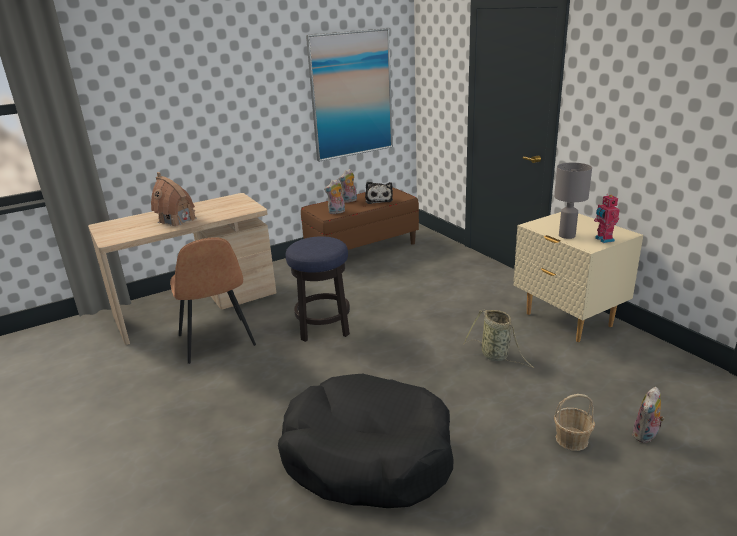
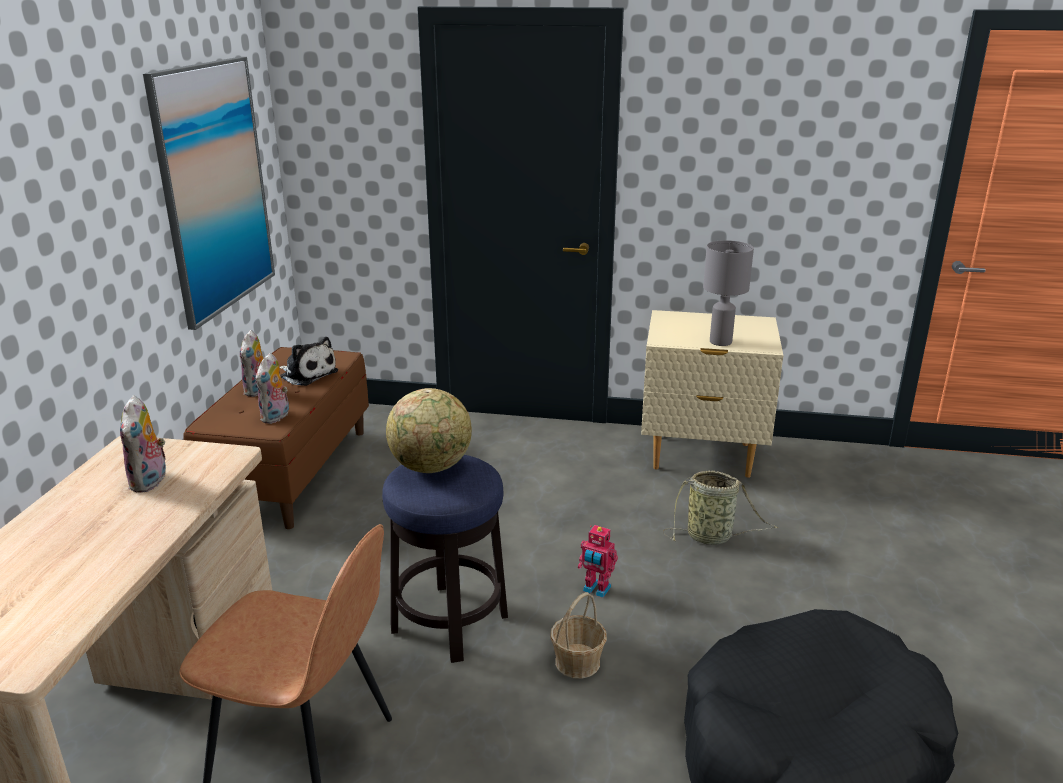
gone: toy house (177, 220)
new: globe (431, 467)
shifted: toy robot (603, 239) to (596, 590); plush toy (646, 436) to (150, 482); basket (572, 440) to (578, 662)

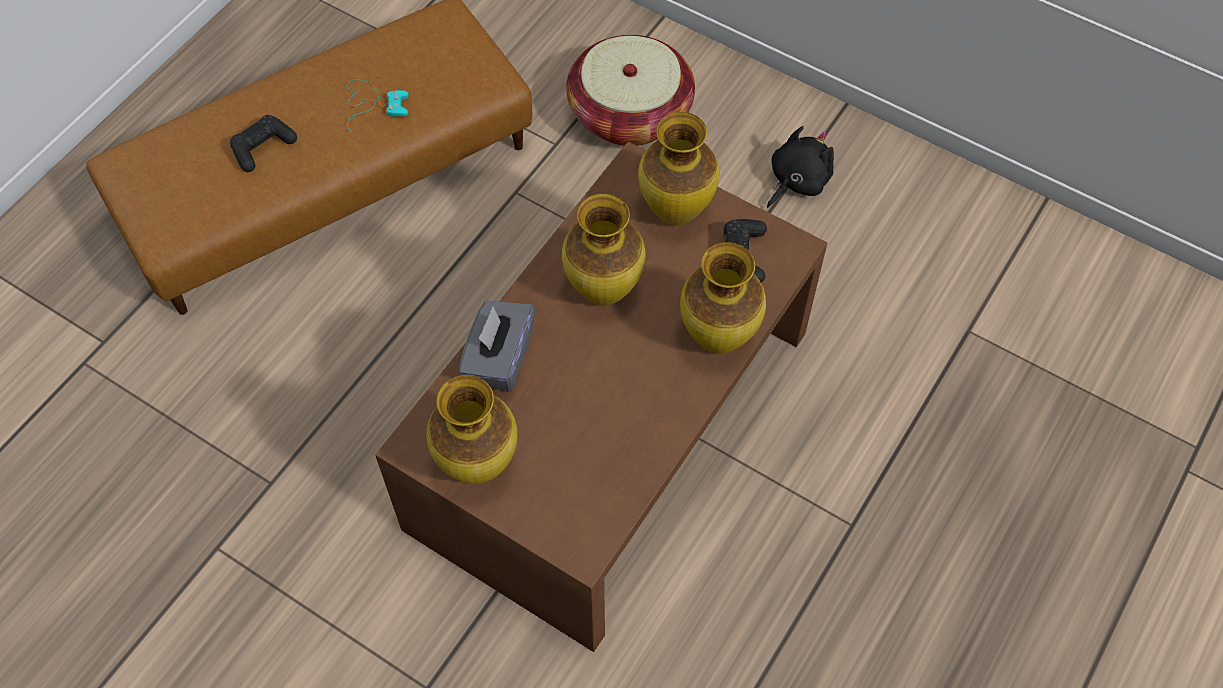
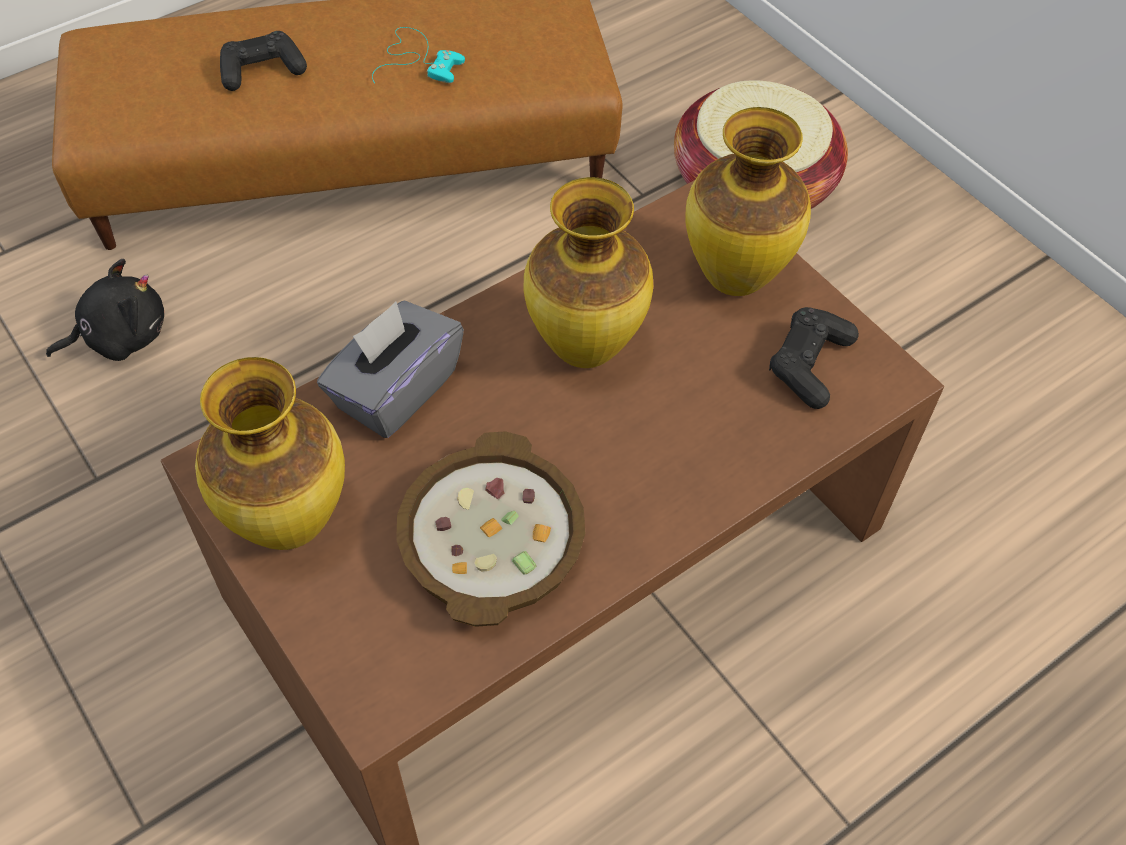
gone: vase (719, 338)
new: bowl (489, 542)
shifted: plush toy (black) (797, 181) to (120, 336)

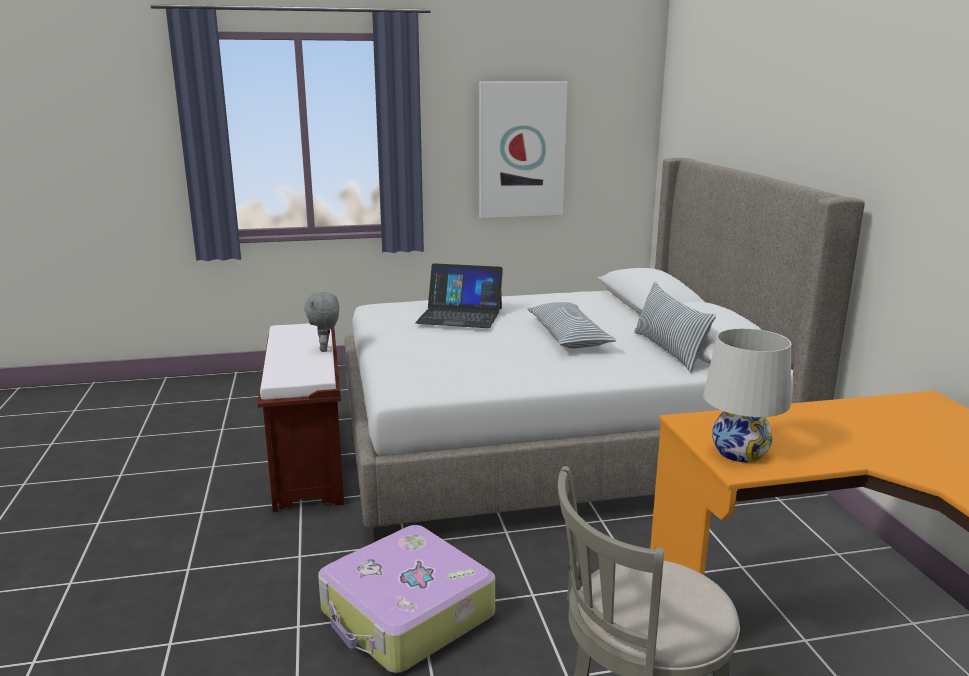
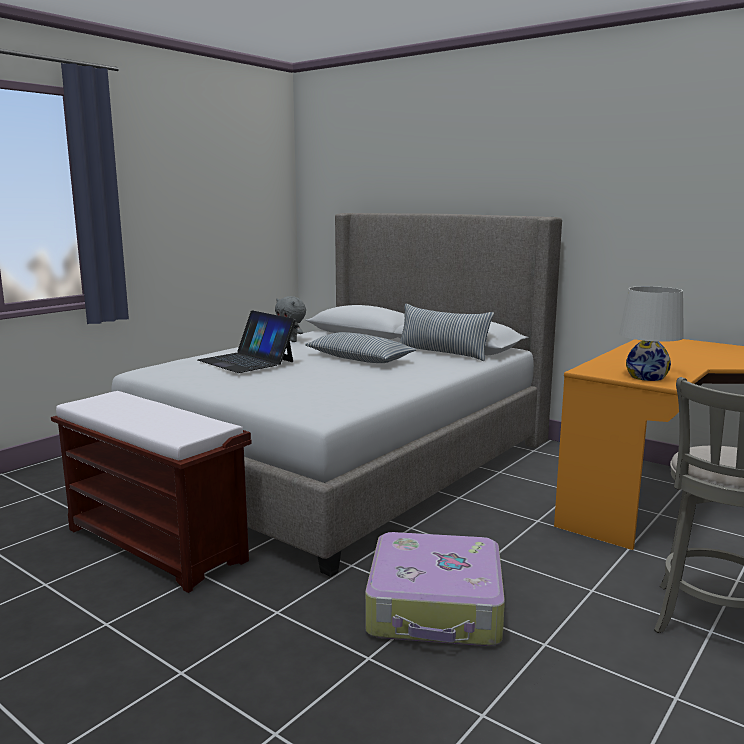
gone: picture (521, 150)
shifted: plush toy (grey) (325, 349) to (291, 341)
rotated: laptop (460, 315) = (246, 361) 75 degrees clockwise

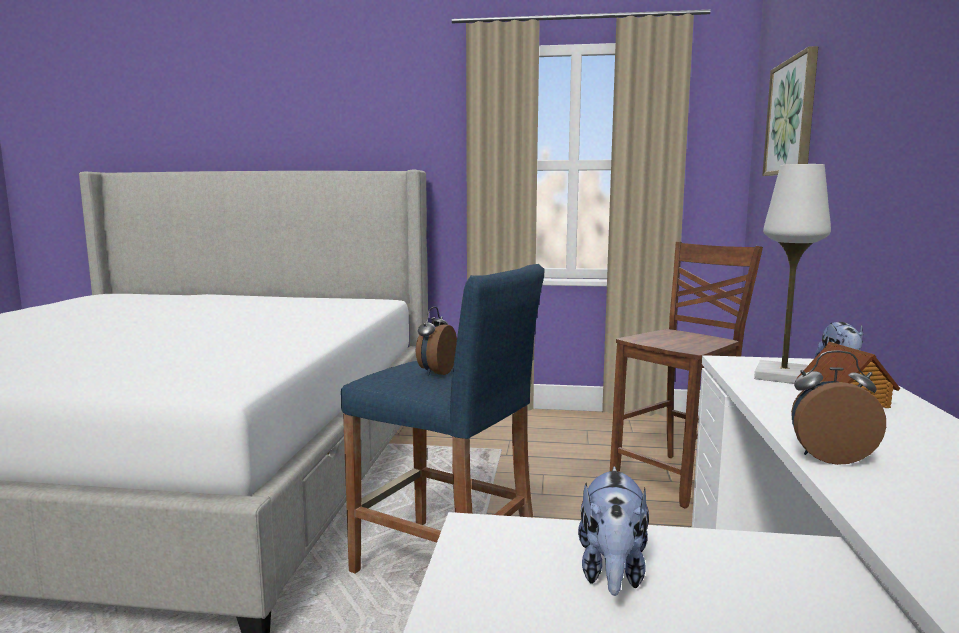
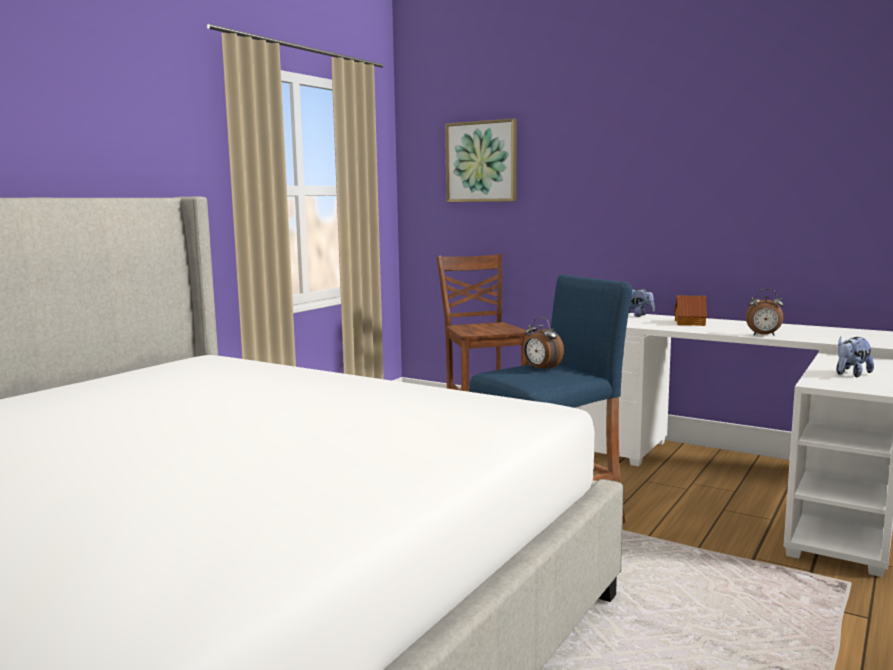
gone: table lamp (white) (783, 376)
rotated: alarm clock (828, 456) = (763, 335) 105 degrees counterclockwise; plush toy (612, 572) = (851, 374) 105 degrees clockwise

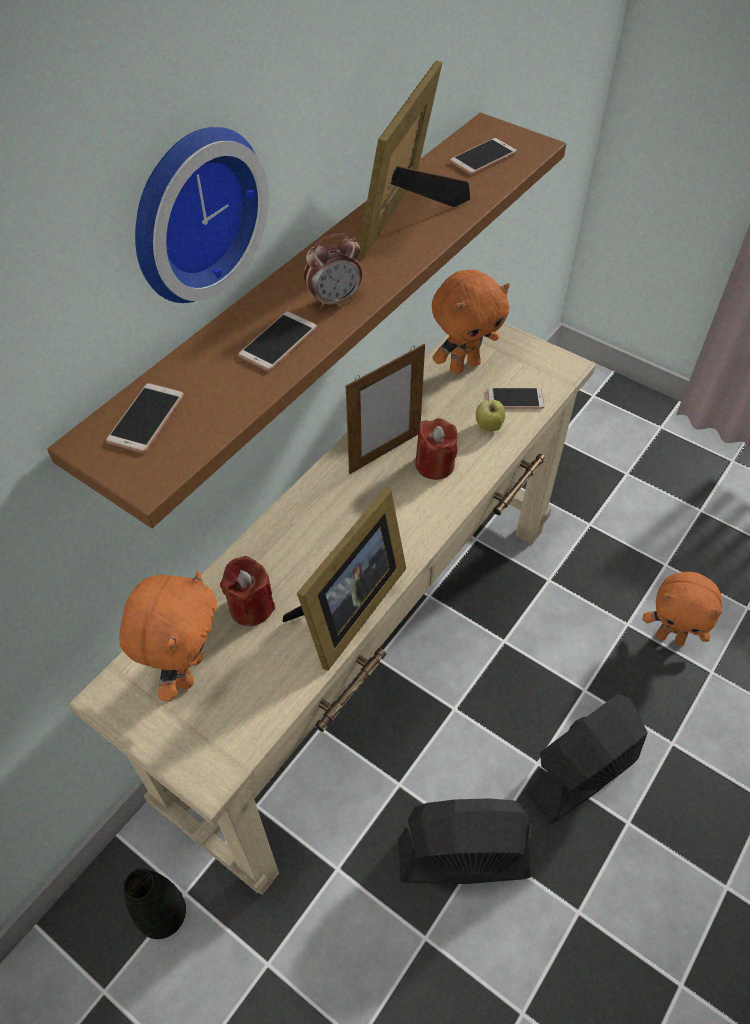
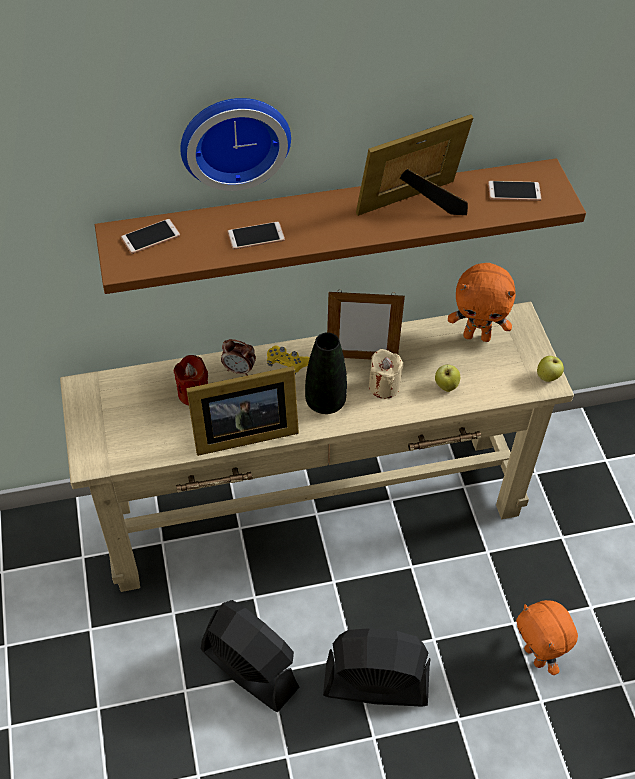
gone: phone (515, 399); plush toy (orange) (187, 670)
new: game controller (yellow) (287, 364); apple (548, 377)
shifted: alarm clock (334, 300) to (239, 370); vase (black) (163, 915) to (325, 402)
repainted: candle (red) (434, 465) to candle (beige) (384, 386)

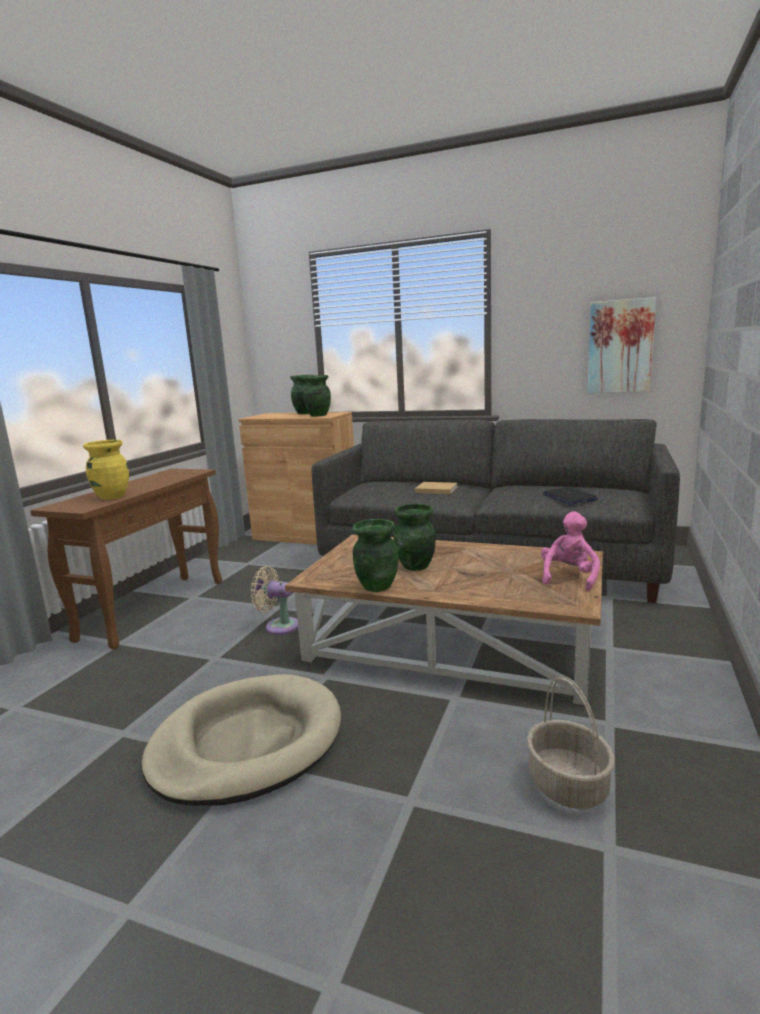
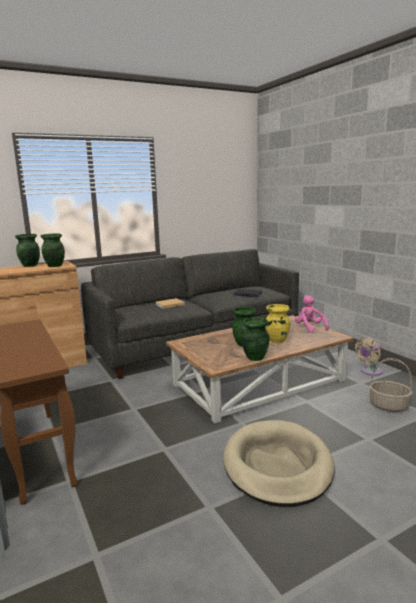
gone: picture (620, 346)
shifted: vase (yellow) (112, 497) to (277, 340); fan (beige) (279, 626) to (369, 372)

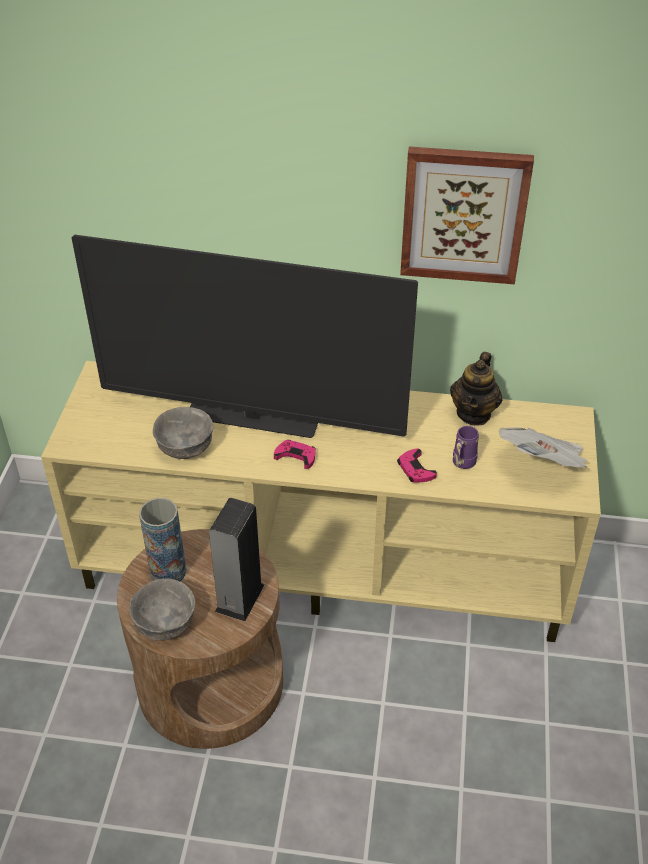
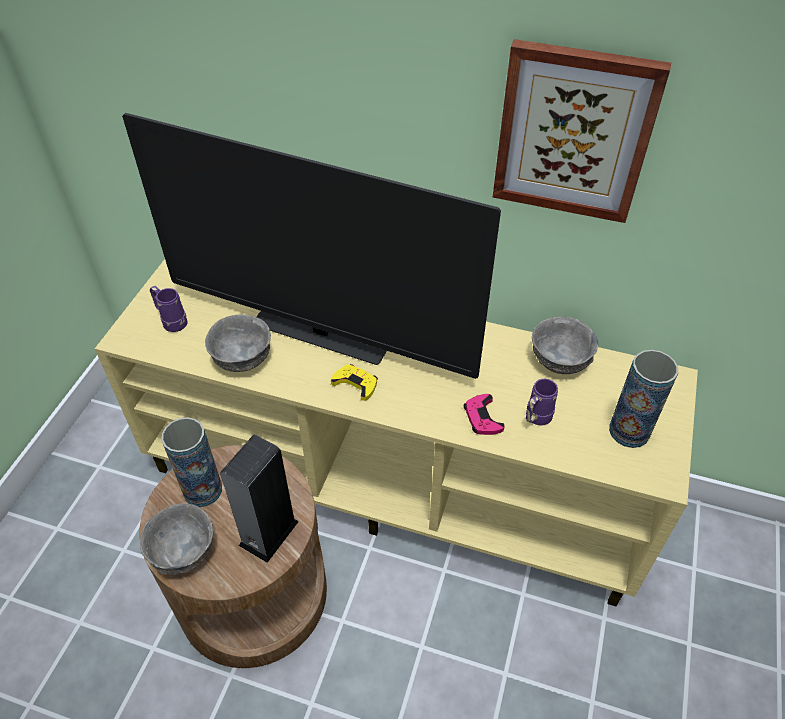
new: mug (purple) (172, 321)
swapped: teapot (474, 413) to bowl (grey) (560, 359); newspaper (543, 463) to vase (629, 431)
repainted: game controller (pink) (296, 456) to game controller (yellow) (355, 384)

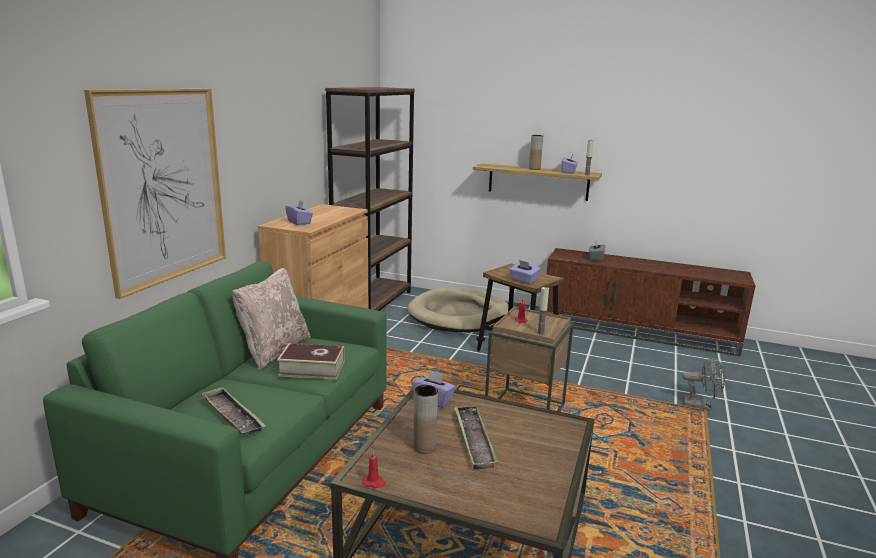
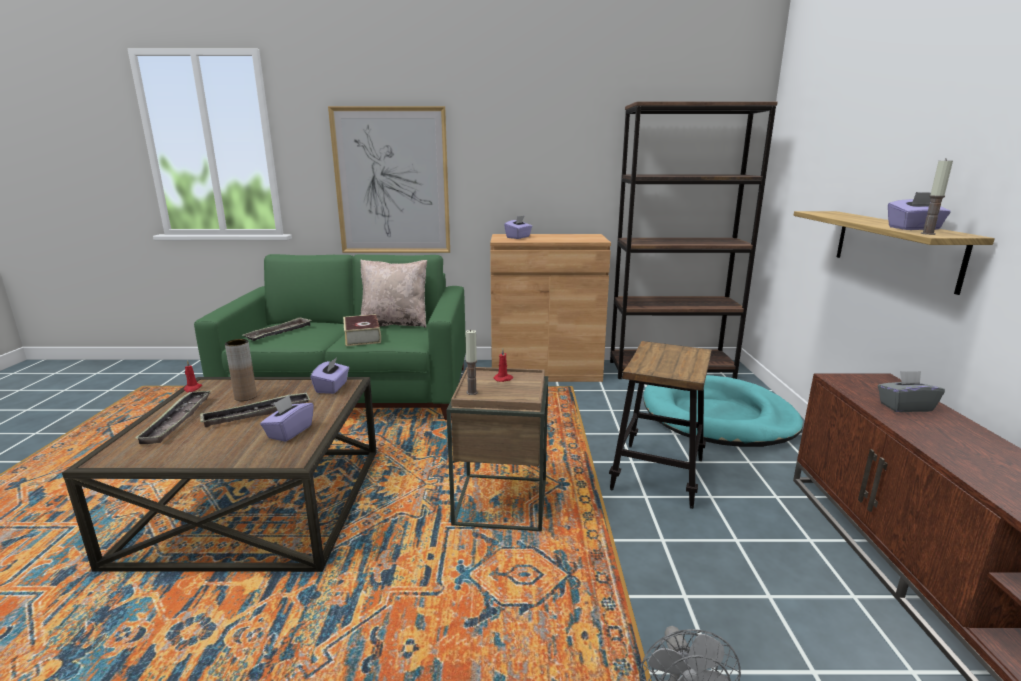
gone: vase (brown) (534, 169)
new: tray (177, 420)
shifted: tissue box (purple) (523, 280) to (289, 432)
repainted: dog bed (beige) (458, 315) to dog bed (turquoise) (717, 417)

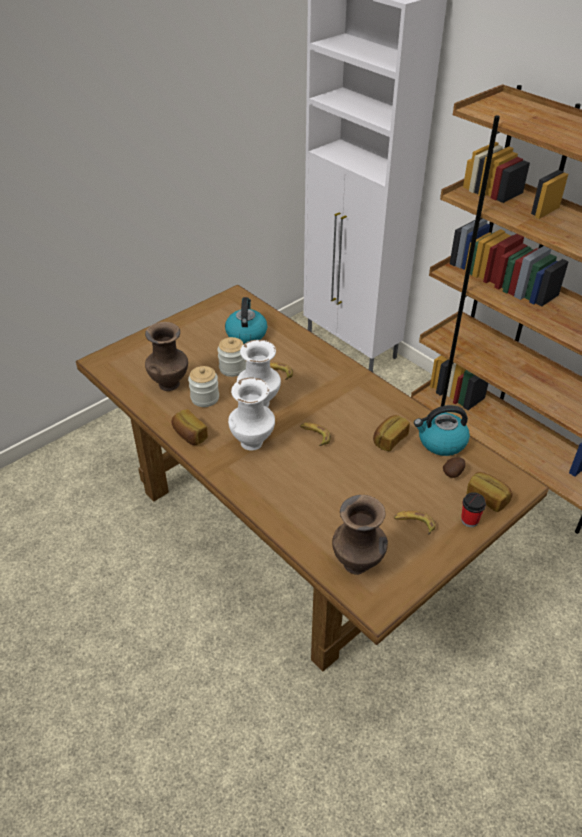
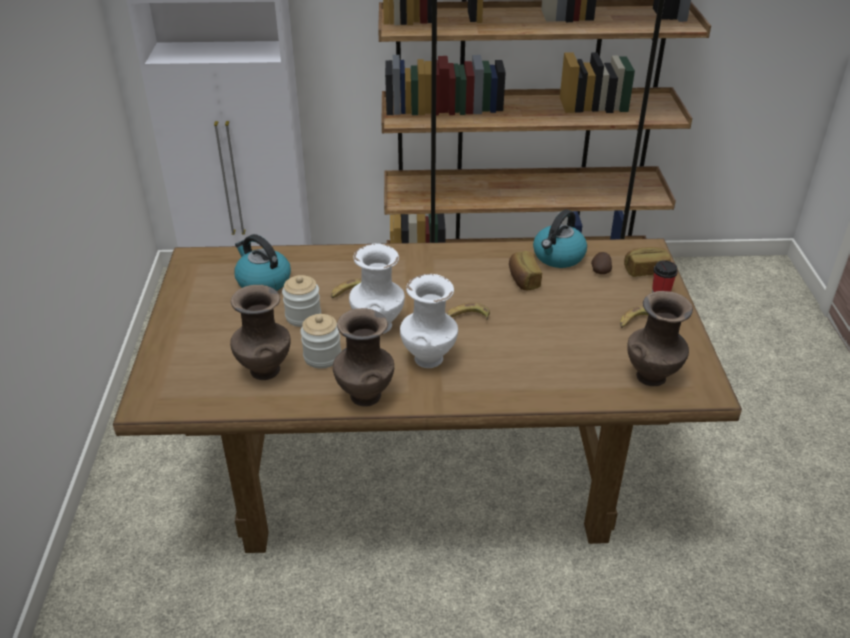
swapped: bread (189, 435) to vase (brown) (364, 395)

